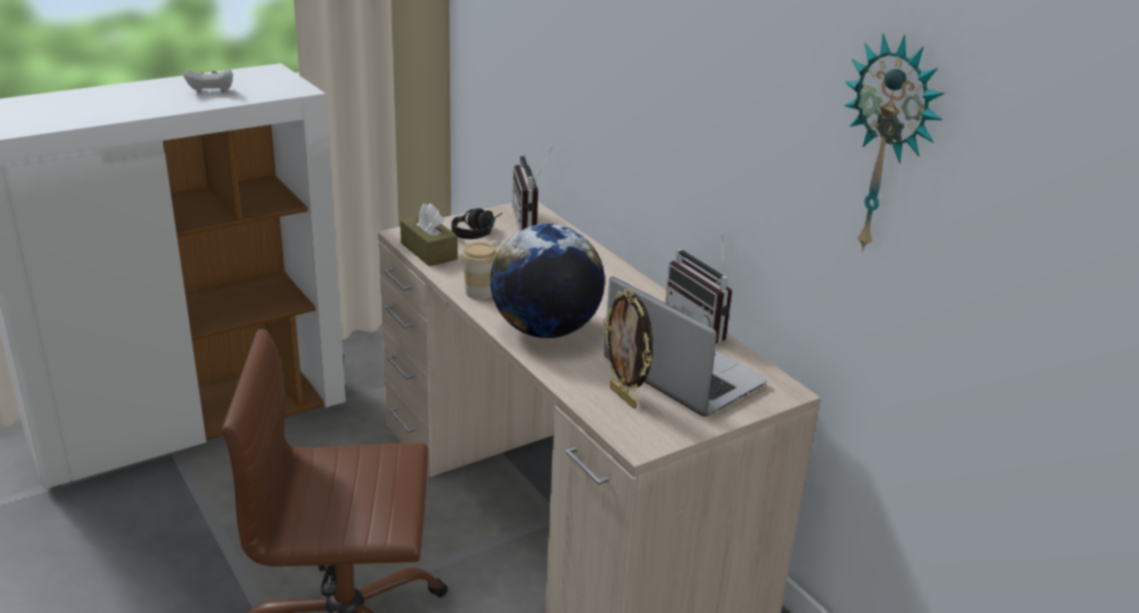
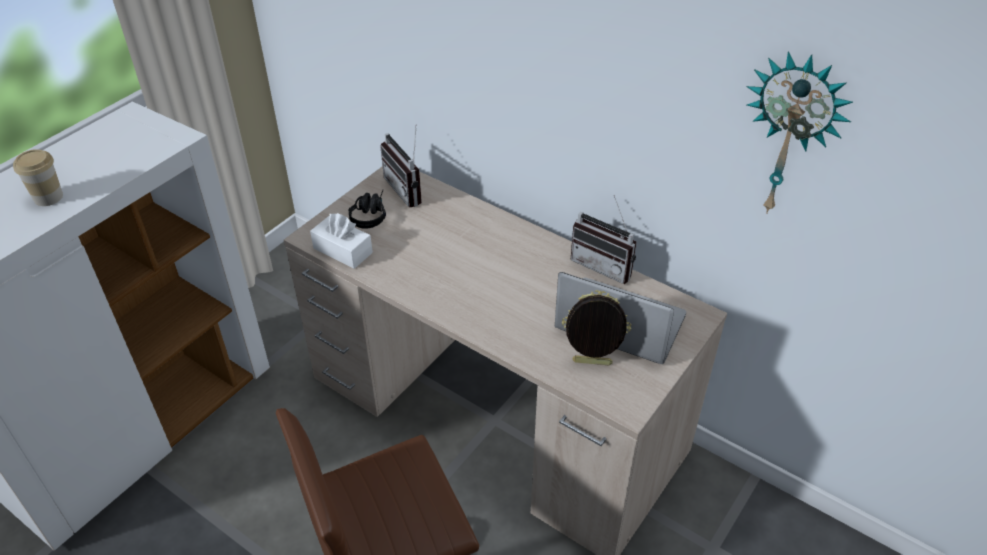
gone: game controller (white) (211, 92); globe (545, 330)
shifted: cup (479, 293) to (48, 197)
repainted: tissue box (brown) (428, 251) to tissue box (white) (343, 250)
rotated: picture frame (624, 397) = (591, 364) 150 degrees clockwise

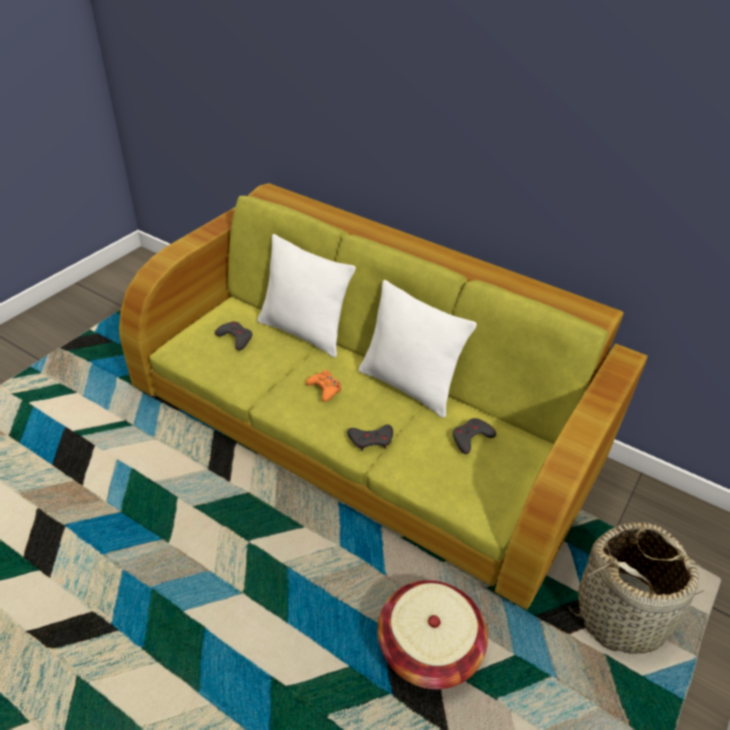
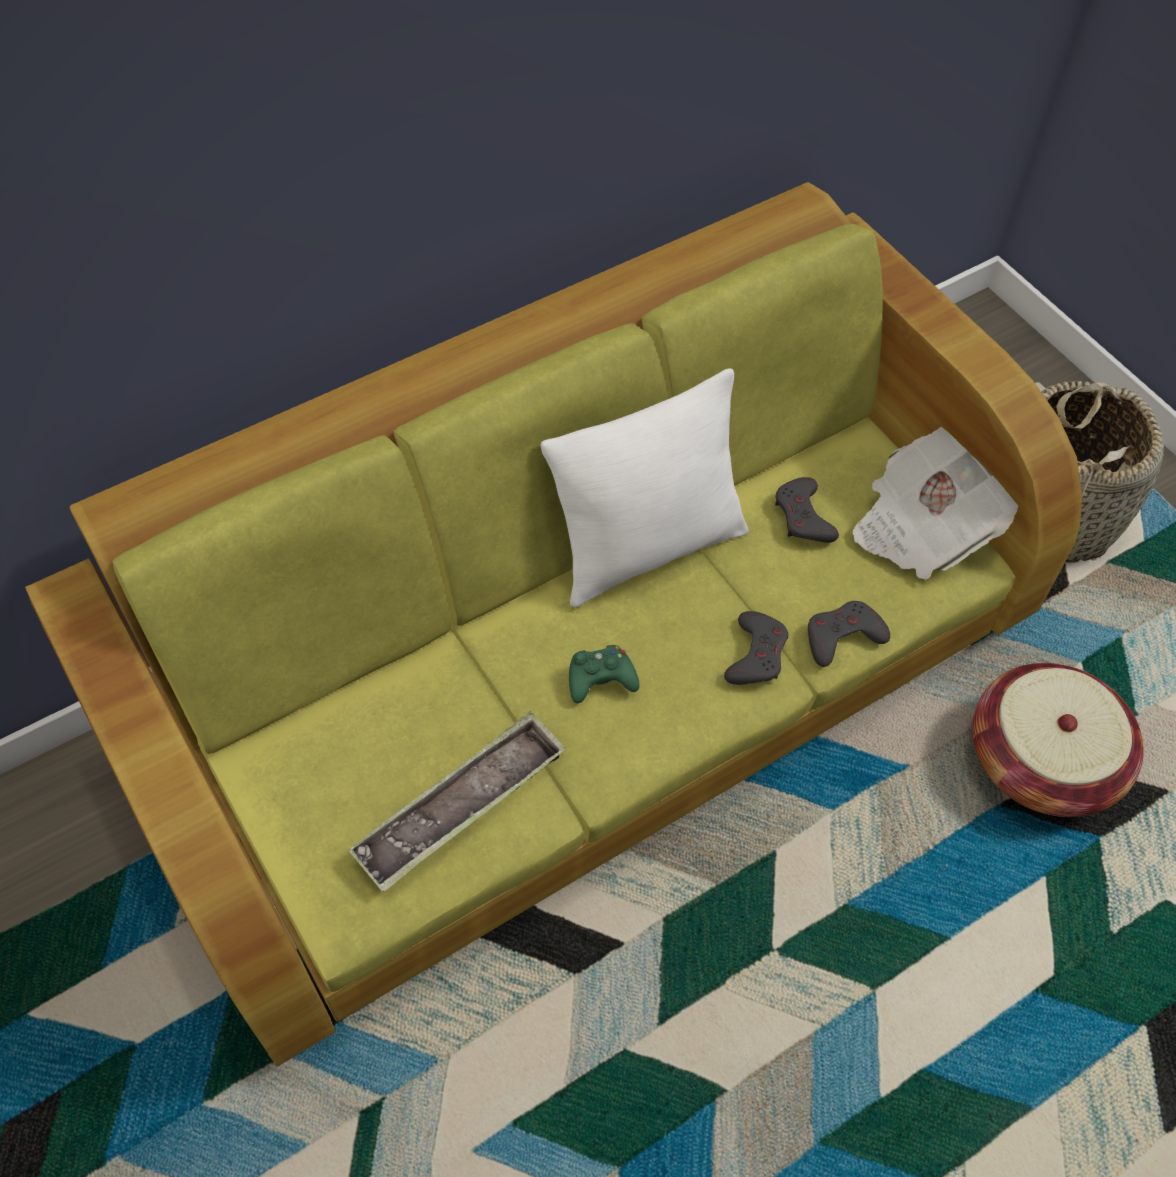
gone: pillow (white) (303, 332)
new: newspaper (924, 526); tray (461, 806)
shifted: game controller (grey) (235, 338) to (842, 636)
repainted: game controller (orange) (325, 389) to game controller (green) (600, 678)

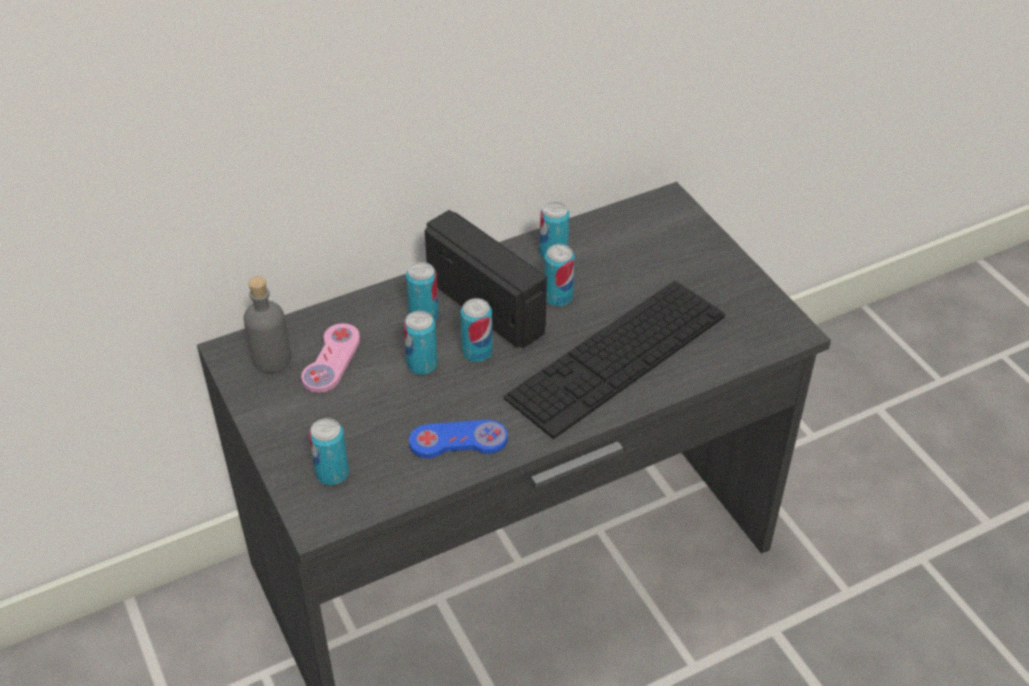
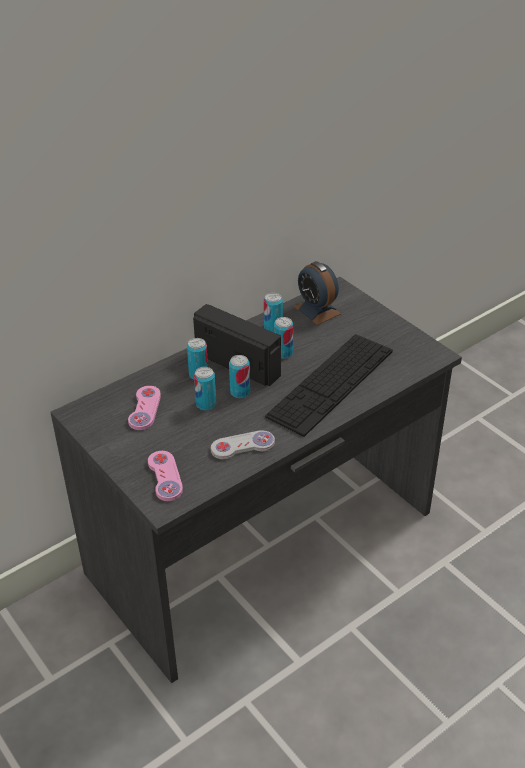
gone: bottle (grey) (271, 359)
new: alarm clock (317, 310)
swapped: can (332, 473) to game controller (pink) (165, 477)
repainted: game controller (blue) (458, 441) to game controller (white) (242, 446)

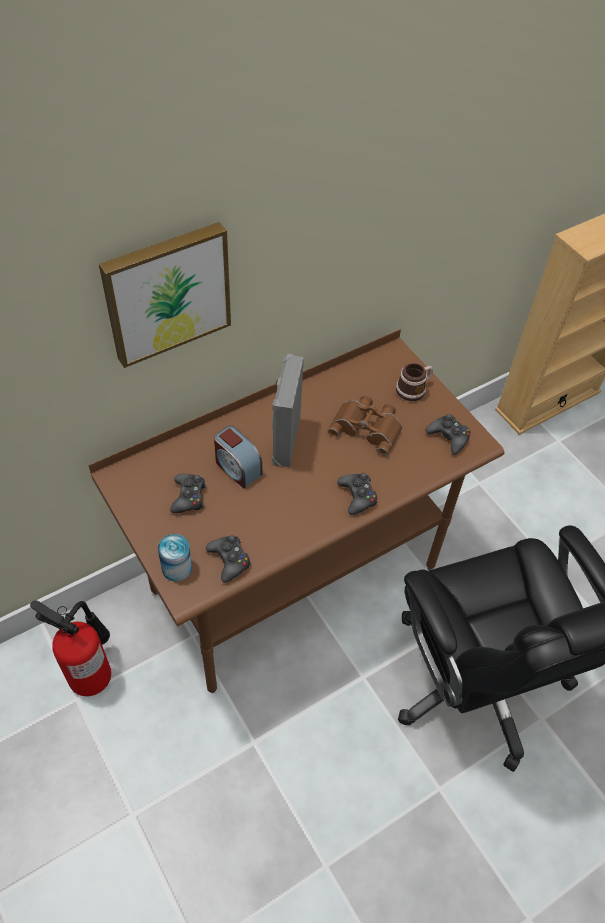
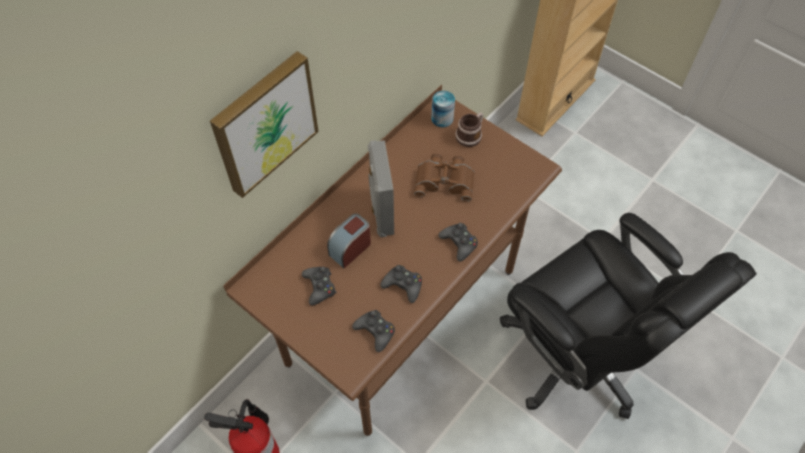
shifted: game controller (black) (448, 437) to (403, 285); can (177, 568) to (442, 118)
rotated: alarm clock (237, 468) = (350, 248) 105 degrees clockwise

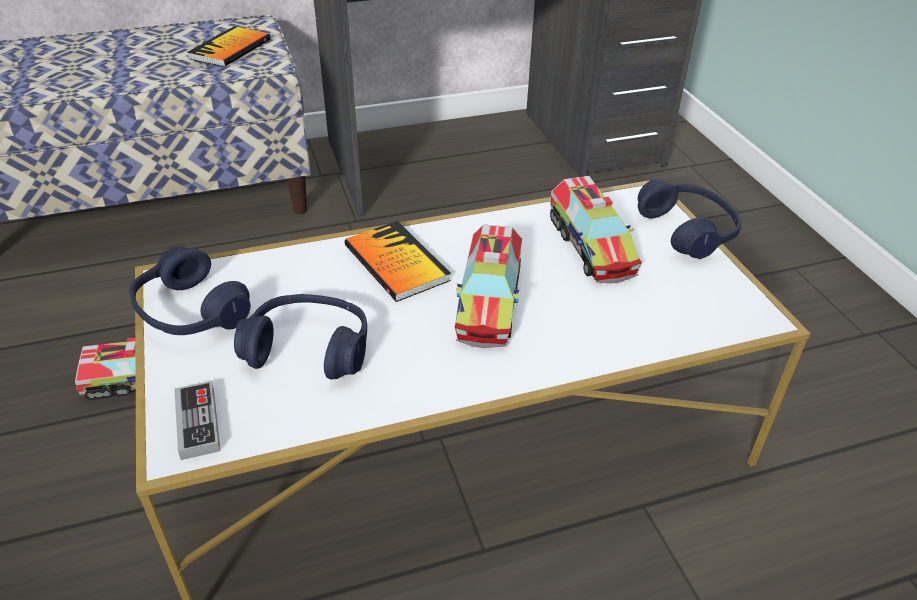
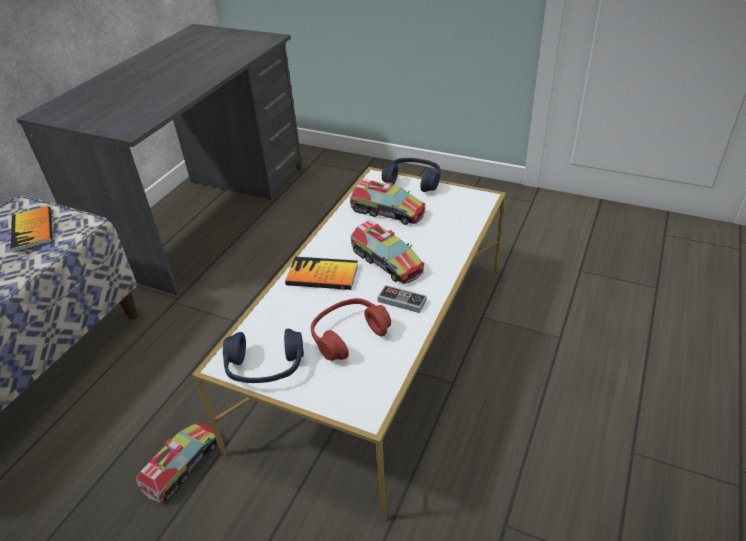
shifted: game controller (198, 423) to (402, 301)
repainted: headphones (blue) (309, 349) to headphones (red) (349, 335)

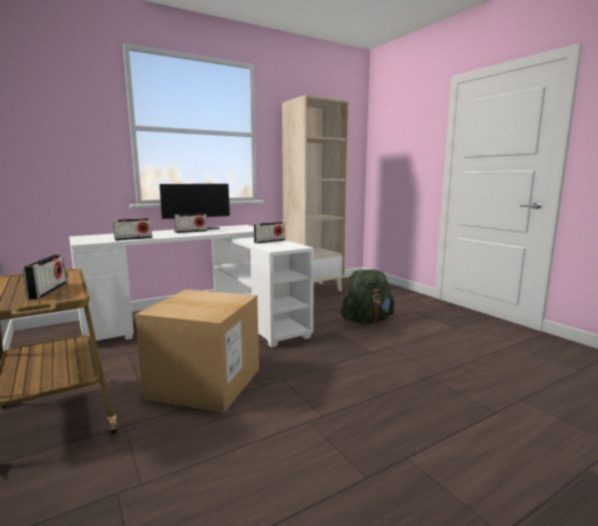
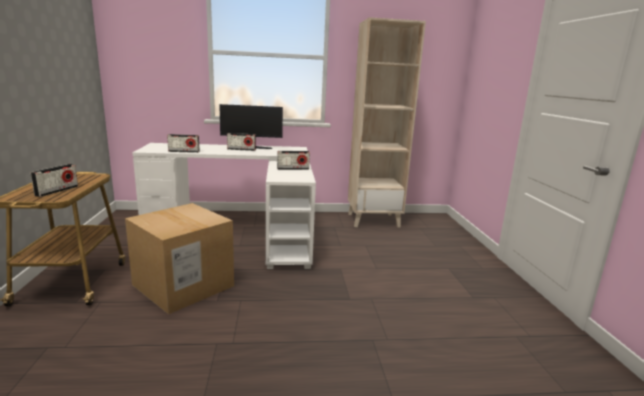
gone: backpack (green) (367, 321)

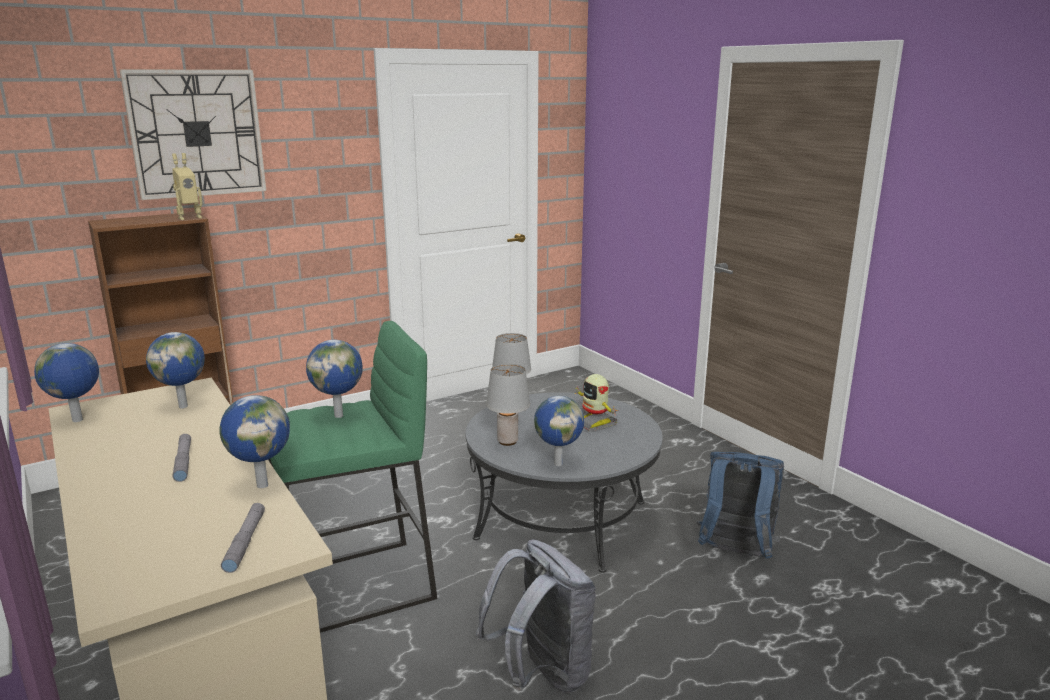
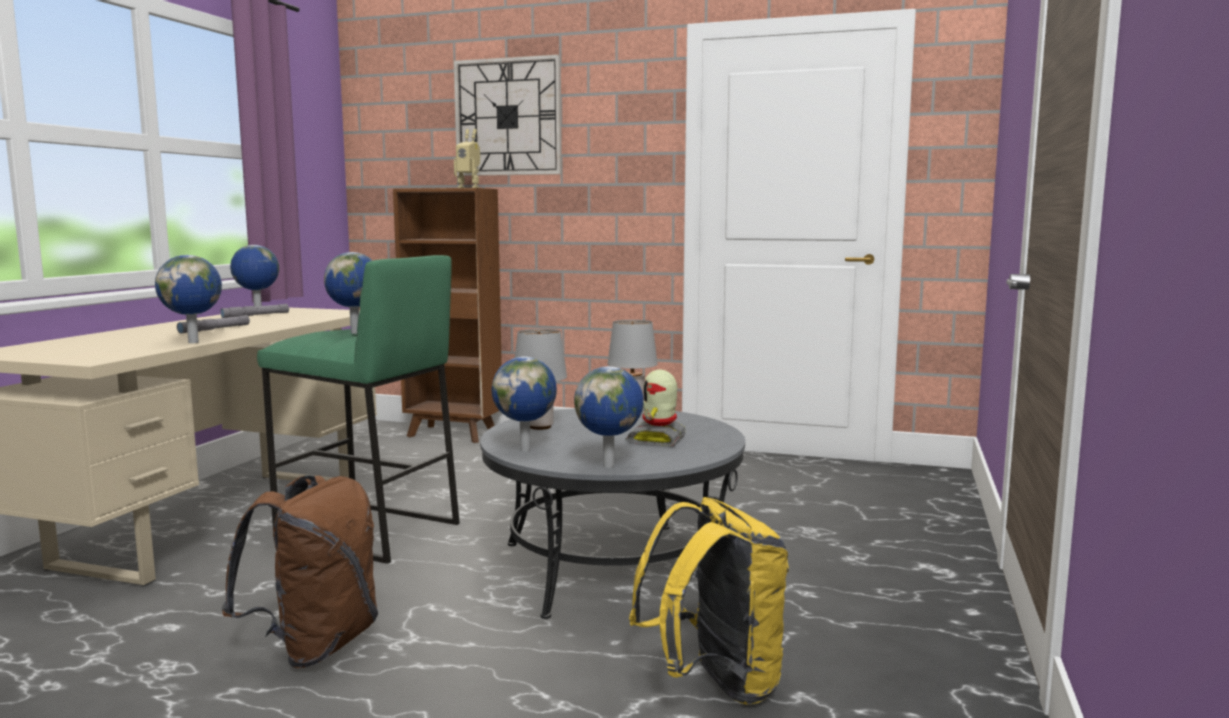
shifted: globe (184, 406) to (610, 466); flashlight (grey) (245, 542) to (255, 315)
repainted: backpack (blue) (735, 554) to backpack (yellow) (714, 683); backpack (grey) (542, 674) to backpack (brown) (316, 646)

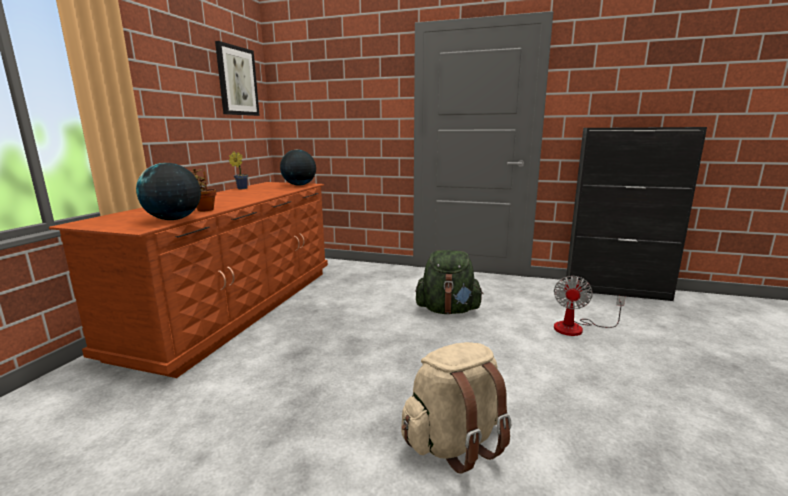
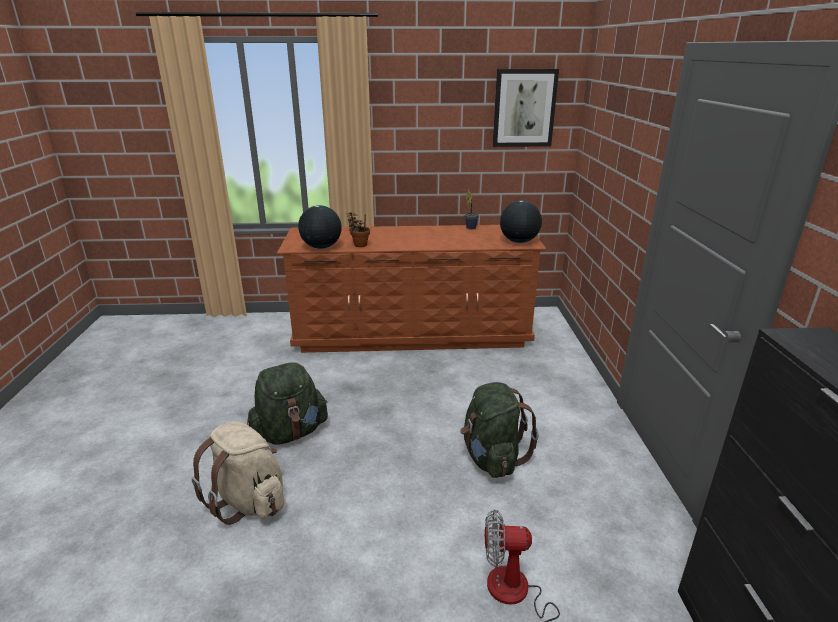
new: backpack (green) (290, 433)

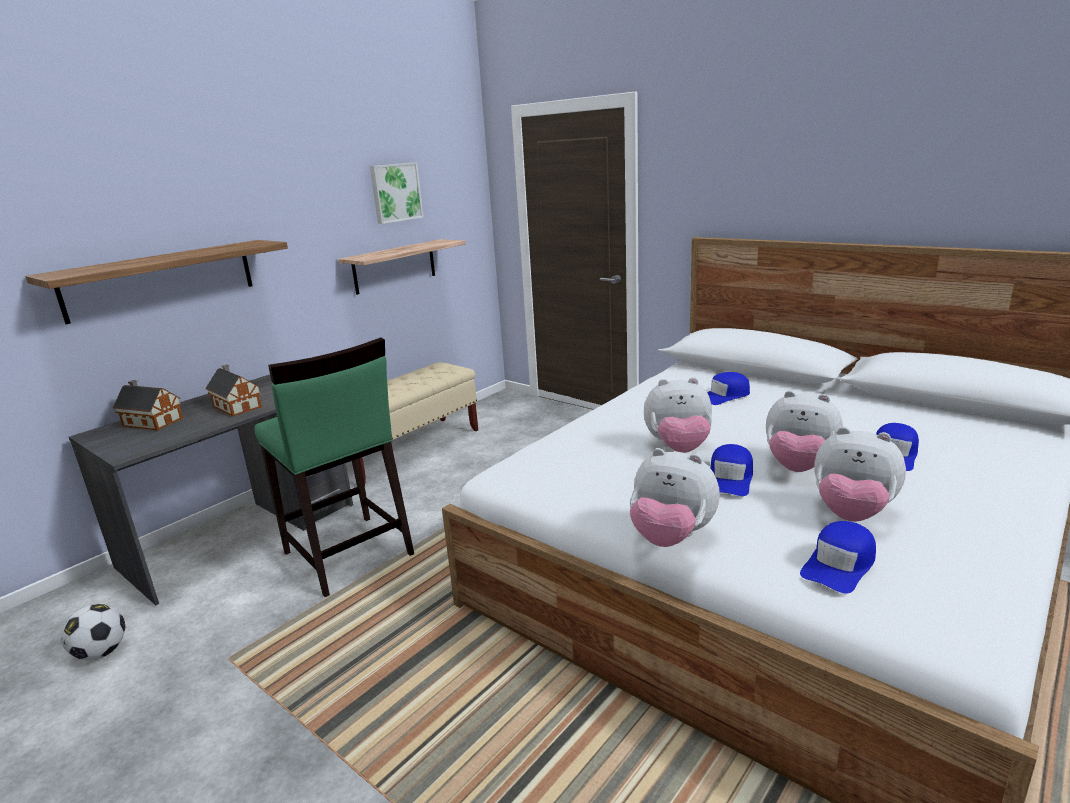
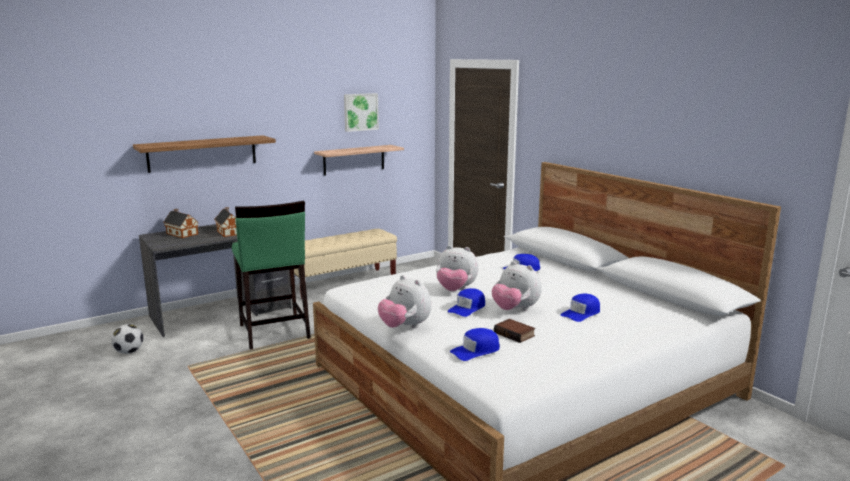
swapped: plush toy (852, 514) to book (515, 334)

